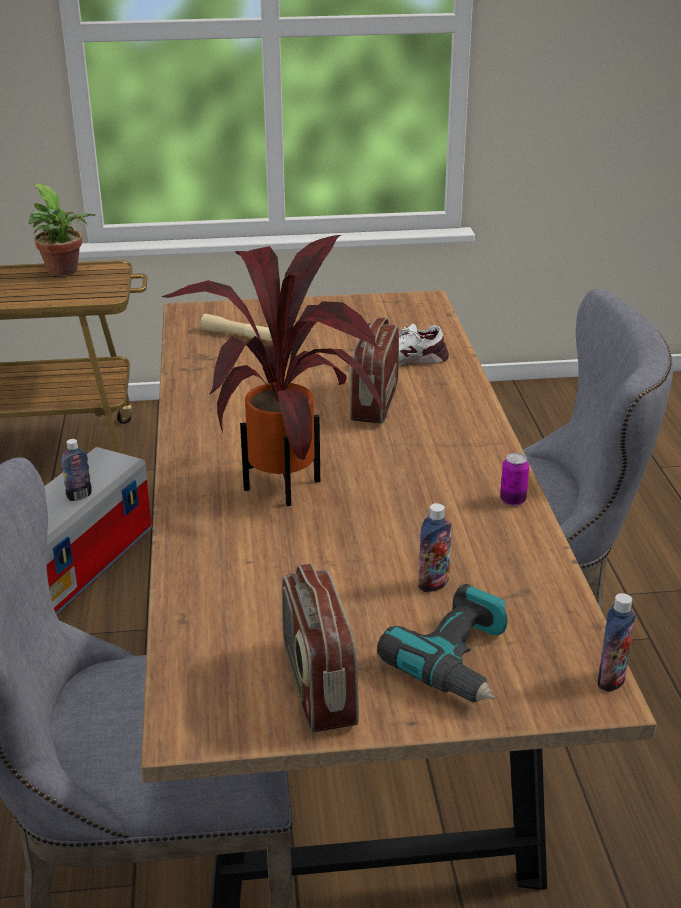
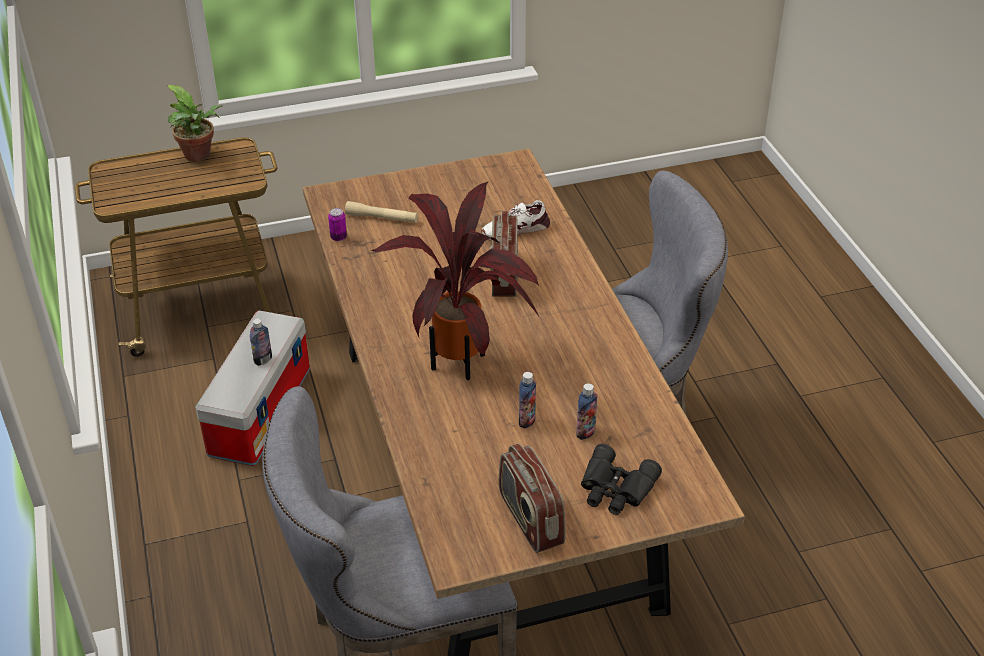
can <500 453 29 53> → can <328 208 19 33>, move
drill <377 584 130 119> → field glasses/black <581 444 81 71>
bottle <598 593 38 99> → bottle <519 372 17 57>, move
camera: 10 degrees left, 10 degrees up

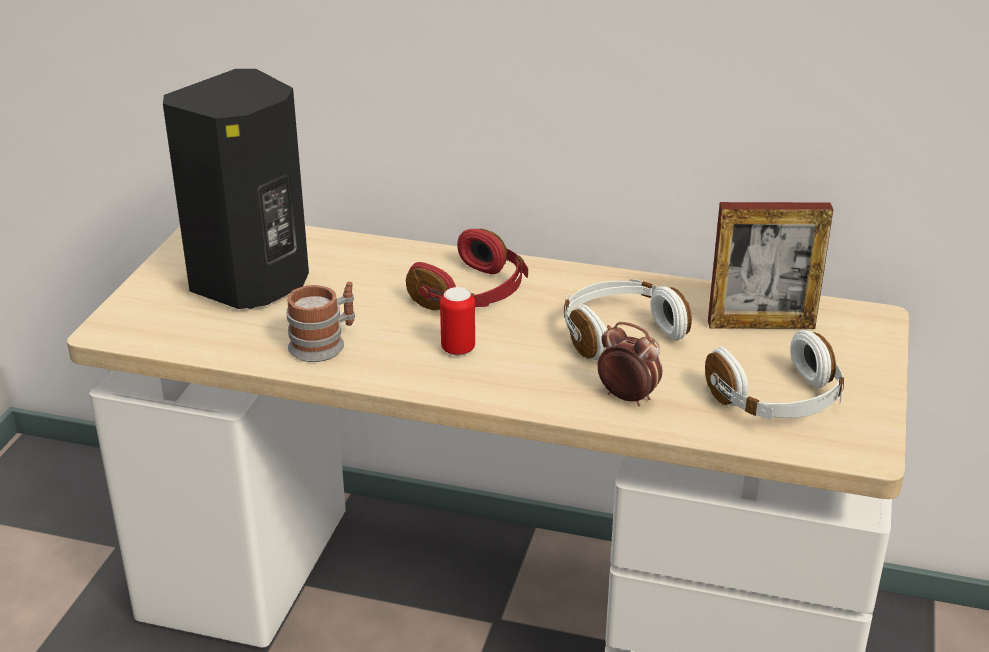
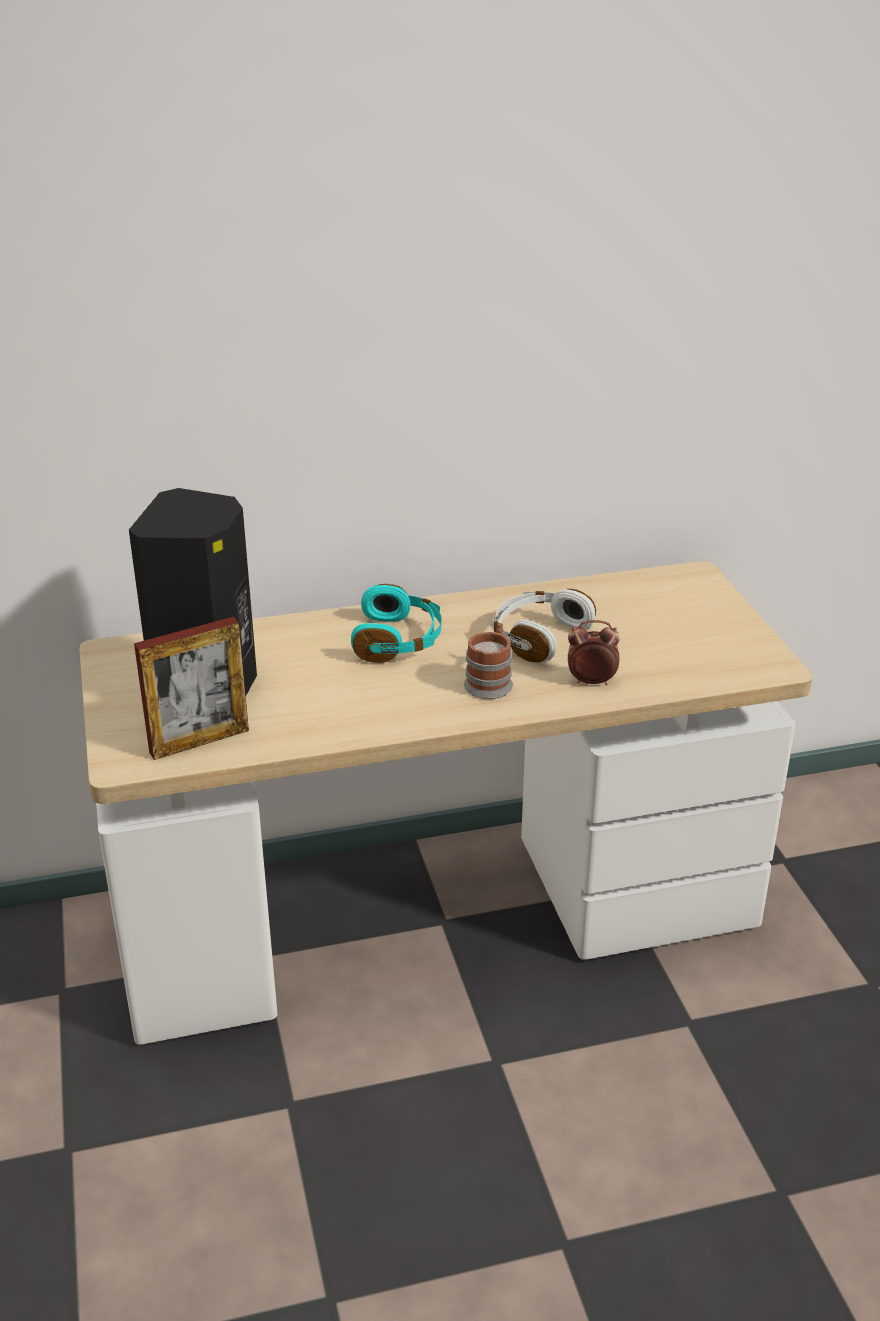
photo frame <708 202 125 127> → photo frame <134 617 115 143>, move
pair of headphones/reddish <406 229 122 82> → pair of headphones/turquoise <351 584 91 79>
tea mug <286 282 69 80> → tea mug <464 623 49 76>, move
can <440 287 35 69> → -
pair of headphones/white-coloured <705 330 139 89> → -
camera: 30 degrees left, 0 degrees up

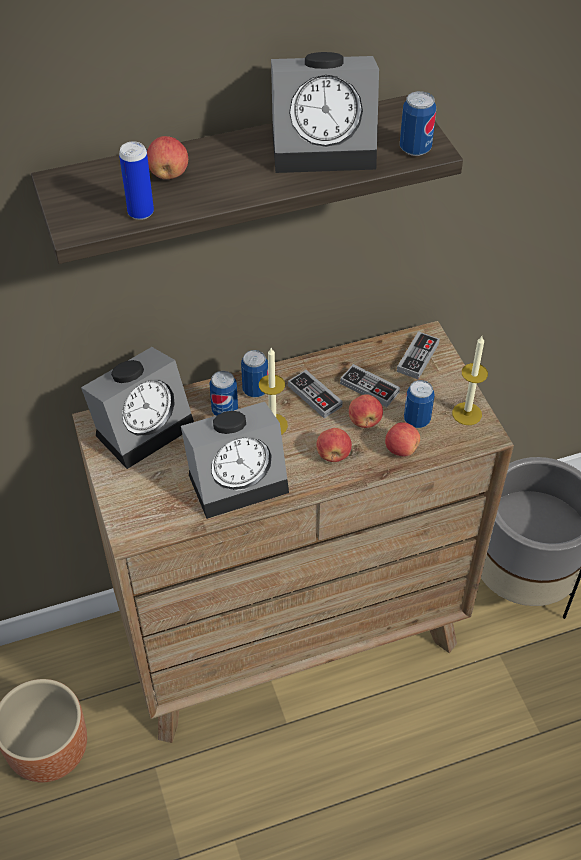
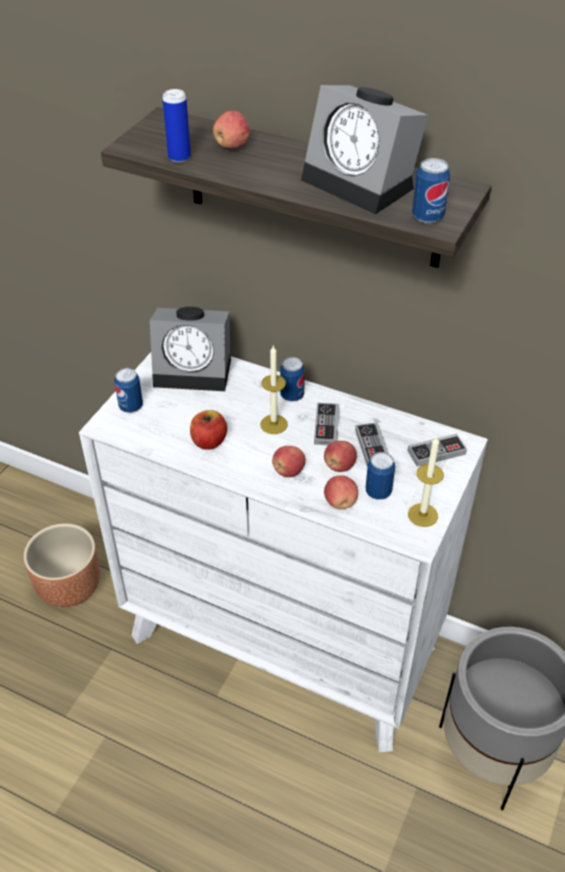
chest of drawers/brown-coloured <72 321 442 422> → chest of drawers/white-coloured <79 352 409 400>
can <209 371 29 45> → can <114 368 29 45>, move
bedside clock <181 402 108 117> → apple fruit <190 410 37 40>
camera: 45 degrees right, 5 degrees down

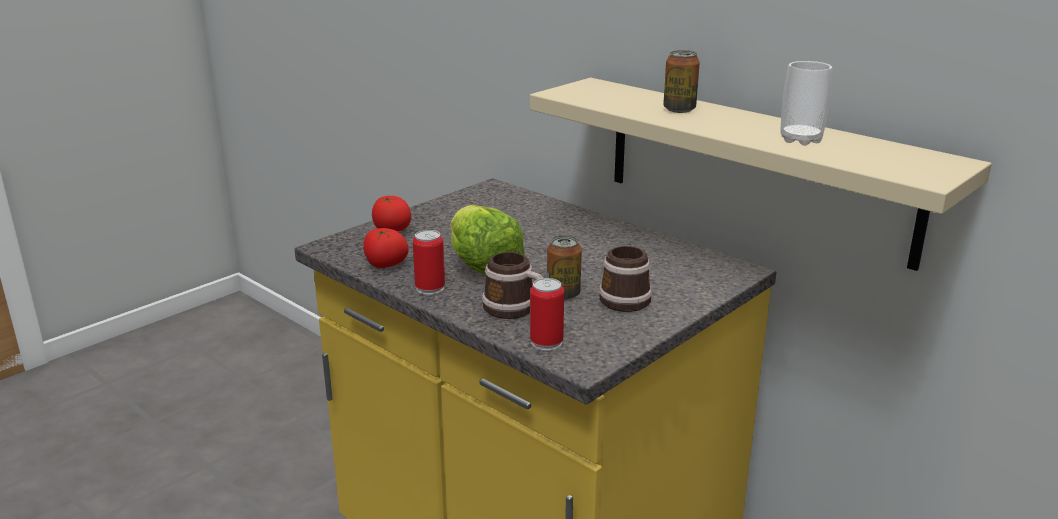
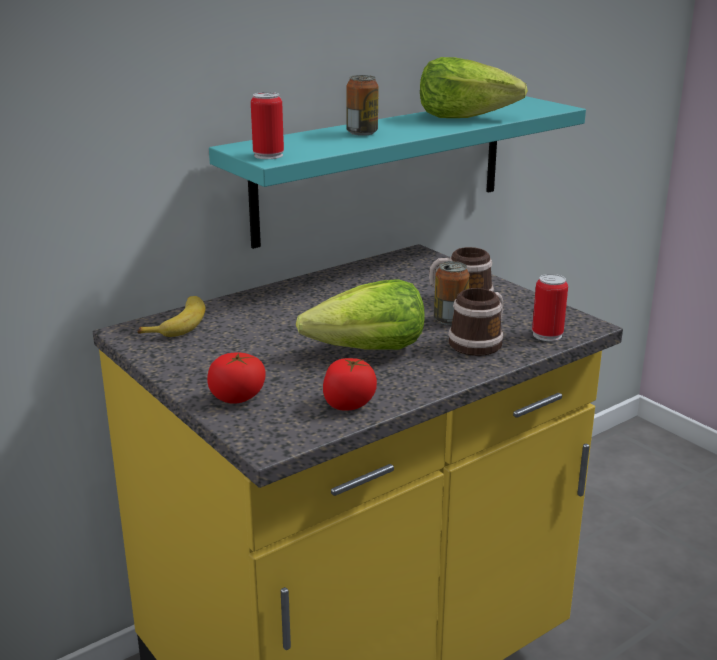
cup <780 61 52 85> → lettuce <420 57 108 61>
shelf/beige-coloured <530 78 462 193> → shelf/turquoise <209 96 377 153>
can <413 230 32 65> → can <251 92 33 67>, move
- → banana fruit <138 296 67 41>
camera: 80 degrees left, 0 degrees up

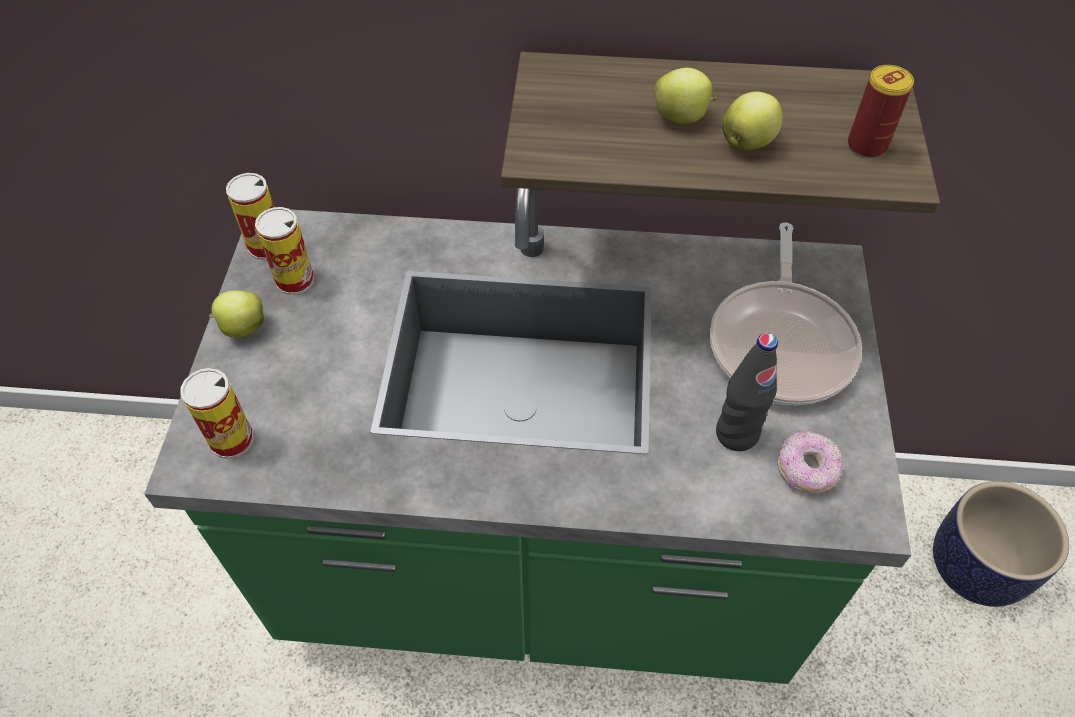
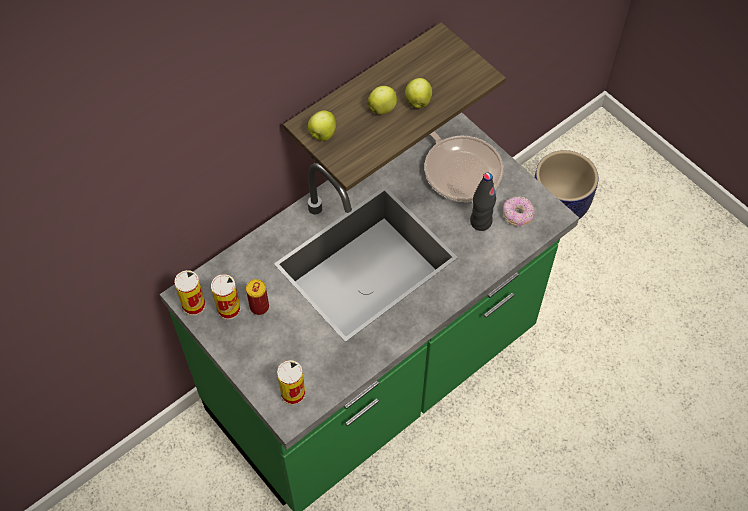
can <848 65 66 93> → can <246 279 23 36>, move
apple fruit <209 290 55 48> → apple fruit <308 110 28 31>, move
camera: 45 degrees left, 5 degrees up

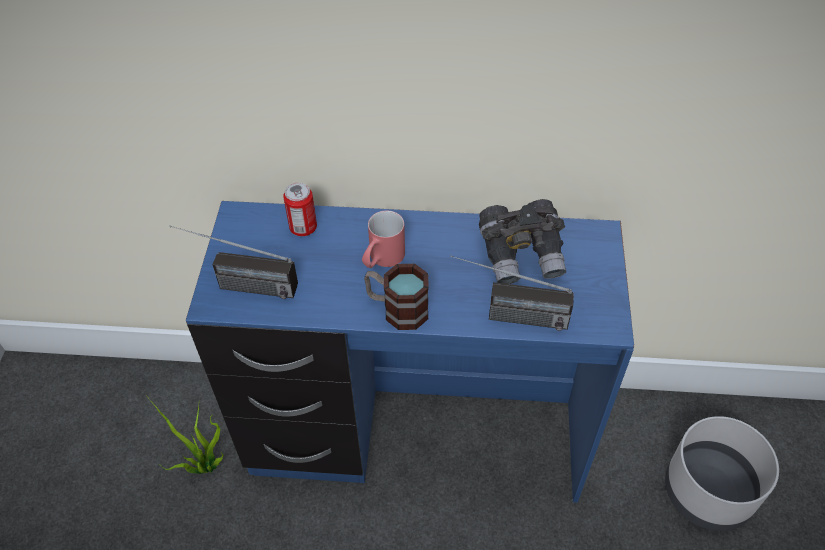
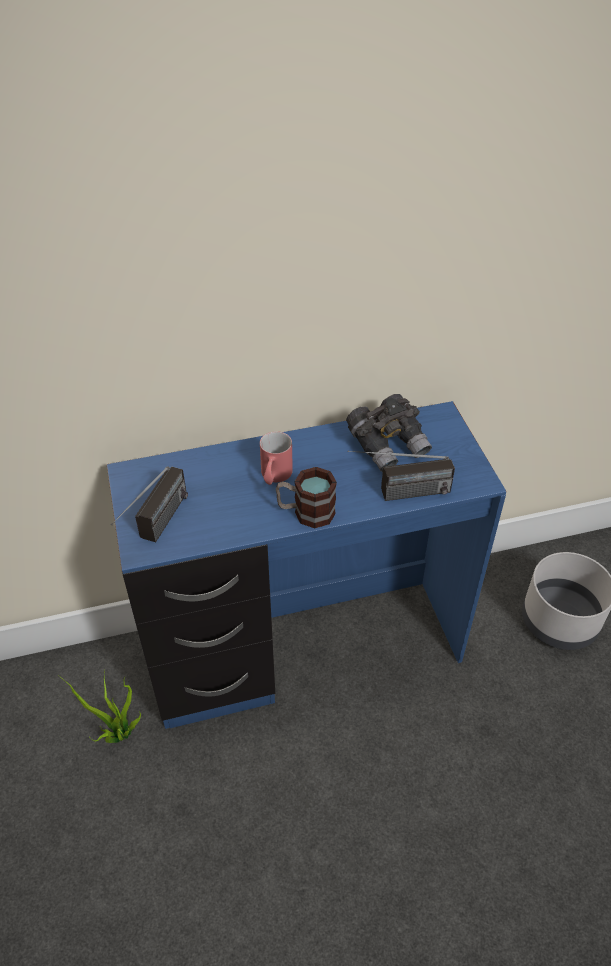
can <283 183 34 53> → -
radio receiver <169 225 129 74> → radio receiver <111 466 77 76>, 60 degrees counterclockwise
camera: 20 degrees left, 5 degrees down

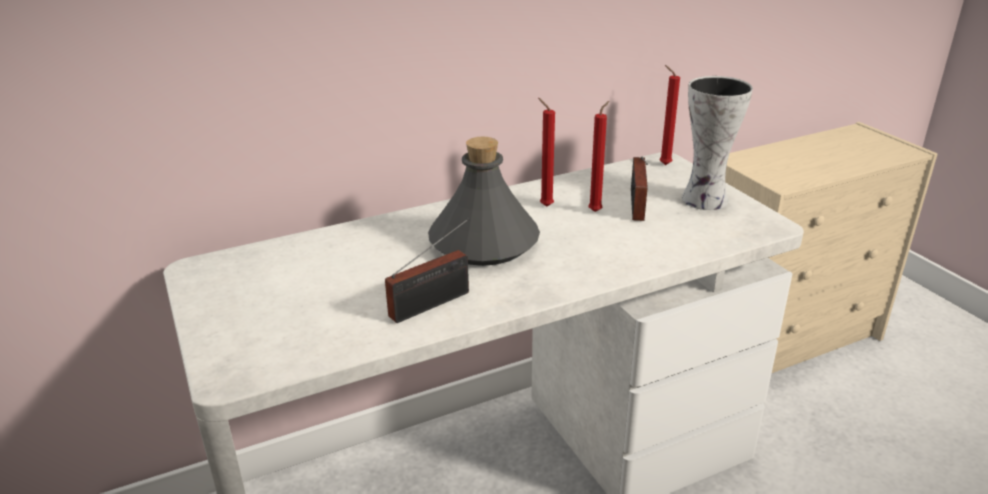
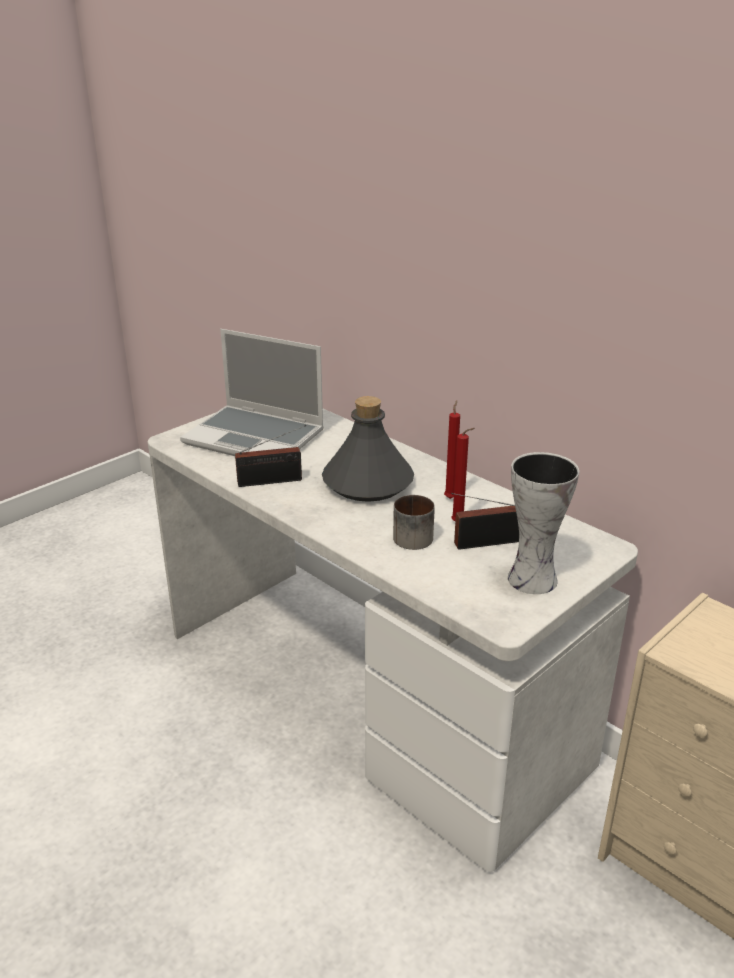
candle/reddish <660 65 20 100> → -
radio receiver <385 218 85 105> → radio receiver <235 425 71 62>, 45 degrees counterclockwise
- → laptop <180 329 144 127>
- → tea mug <393 495 42 55>
camera: 70 degrees right, 0 degrees up

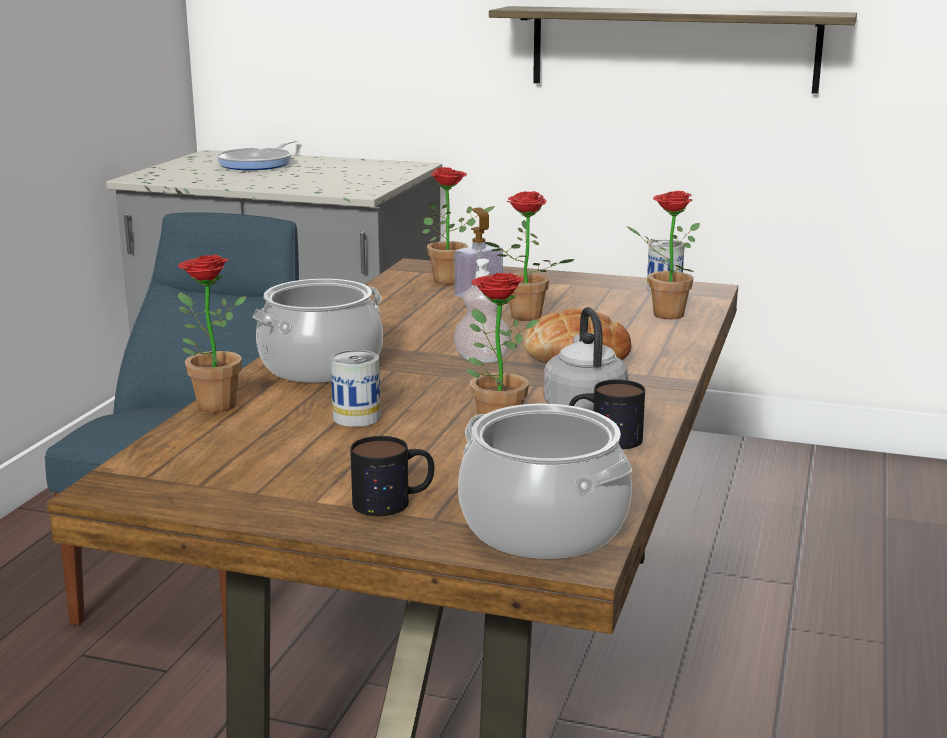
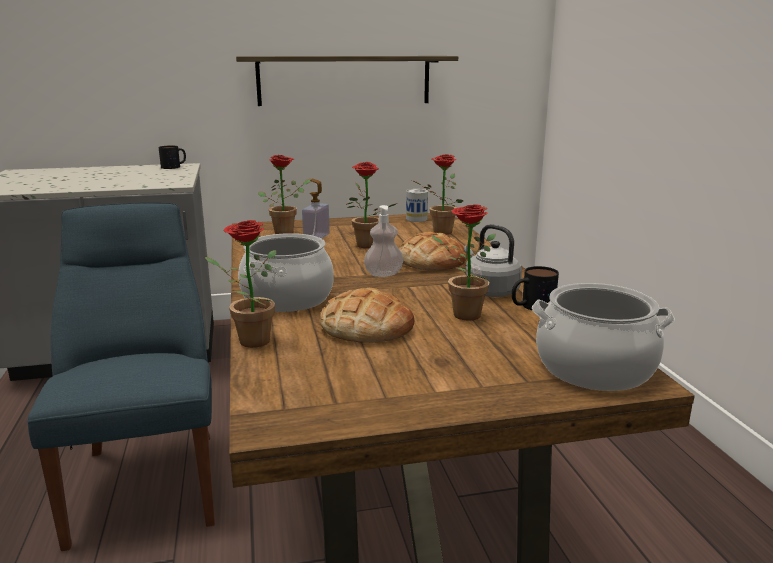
pan <216 140 81 30> → -
can <331 350 50 77> → bakery bread <320 288 94 55>
tea mug <350 436 84 80> → tea mug <158 146 28 23>, move
camera: 30 degrees left, 0 degrees up

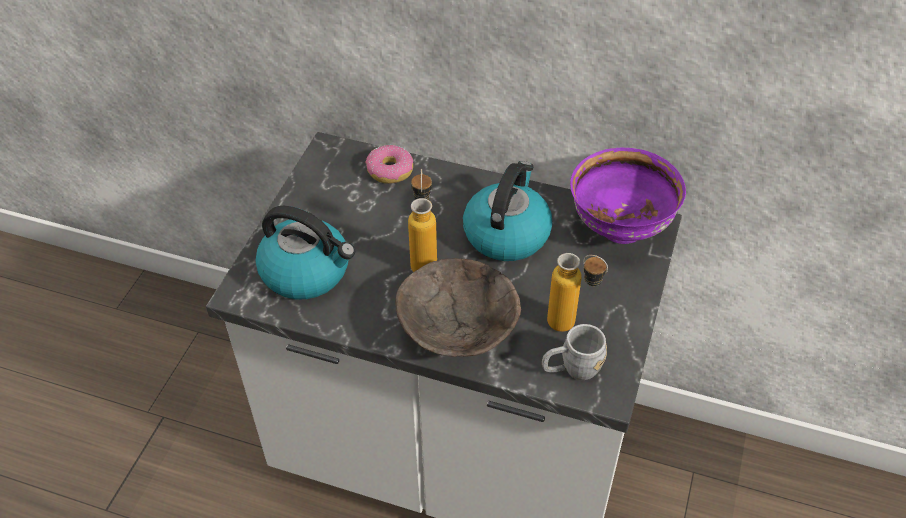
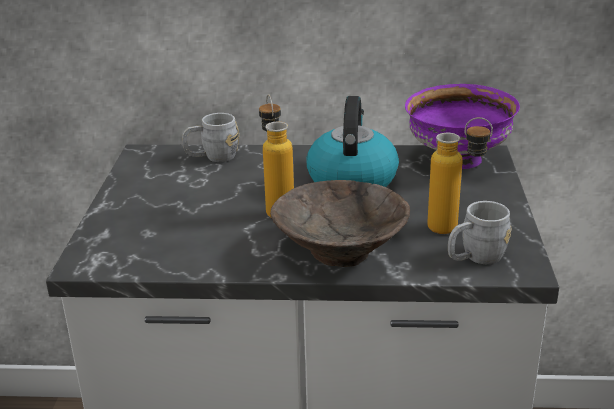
doughnut <366 145 47 39> → tea mug/grey <182 113 57 49>
tea kettle <255 206 100 93> → -
camera: 15 degrees left, 20 degrees down

